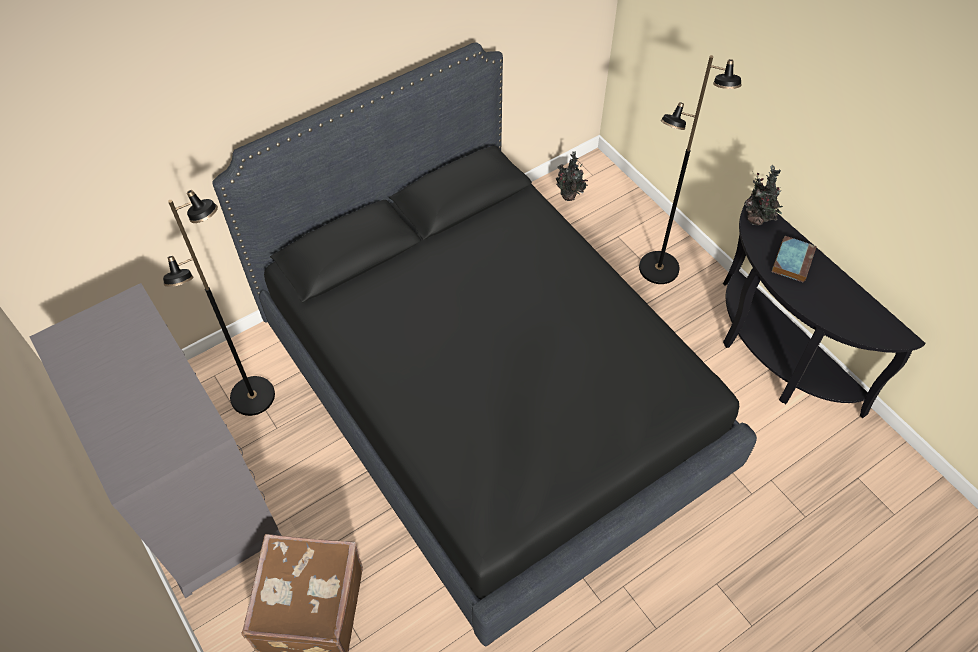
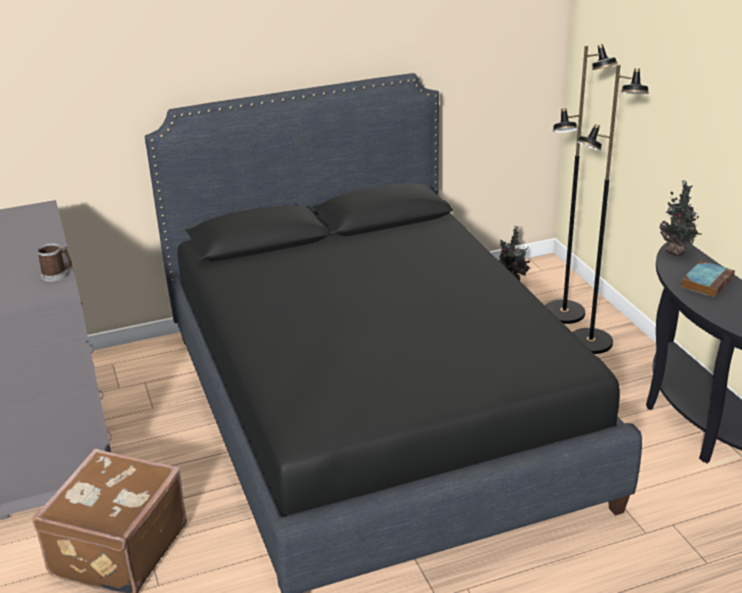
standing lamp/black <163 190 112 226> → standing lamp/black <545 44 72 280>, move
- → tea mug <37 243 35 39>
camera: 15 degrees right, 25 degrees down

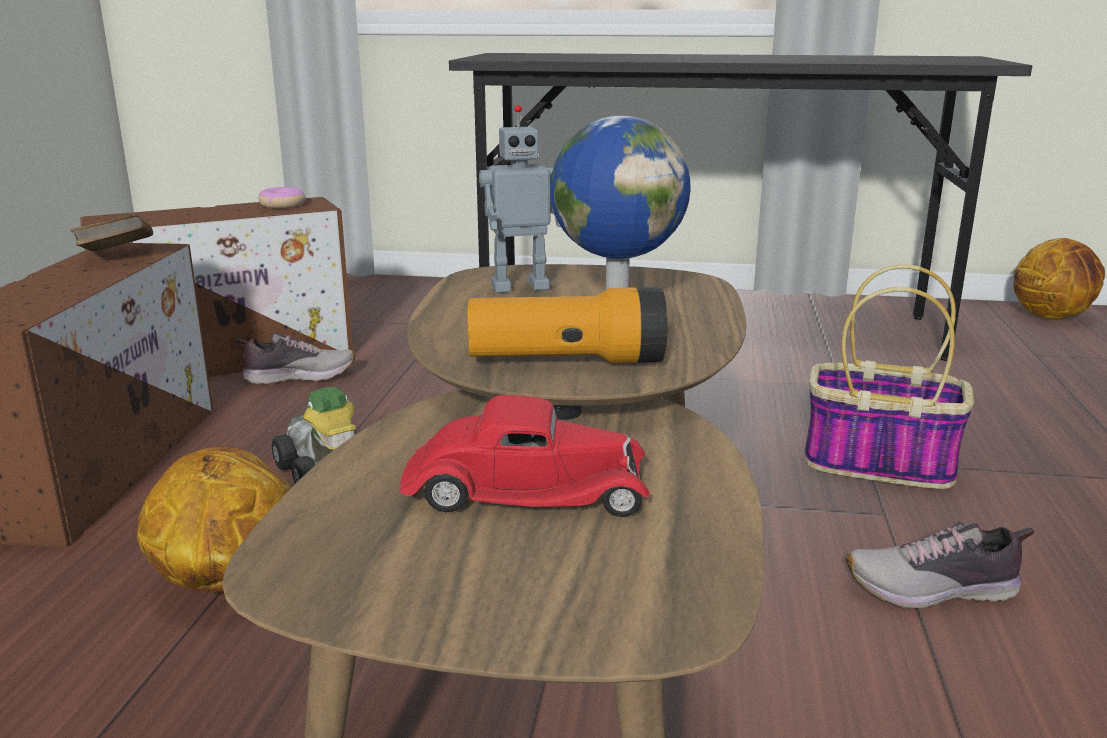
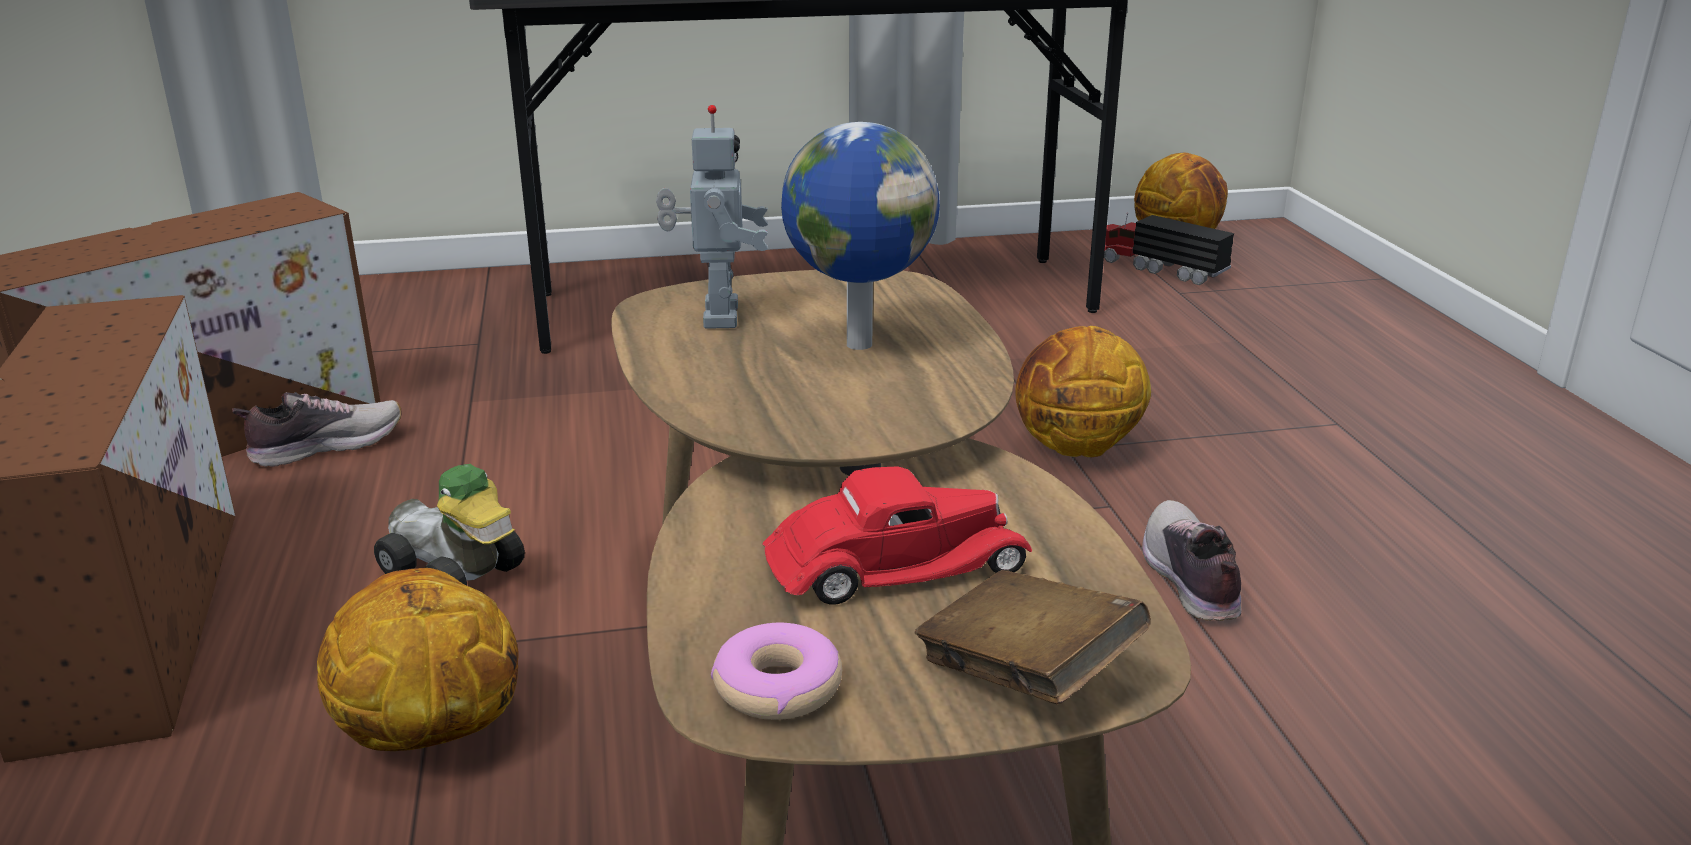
model robot <479 105 82 188> → model robot <656 105 112 224>, 60 degrees counterclockwise
doughnut <258 187 48 21> → doughnut <711 623 131 97>, move
bound book/brown-coloured <70 215 83 36> → bound book/brown-coloured <915 570 236 135>, move
household basket <805 264 169 225> → basketball <1015 326 136 131>
flashlight <467 287 200 76> → -
low shoe <846 522 188 87> → low shoe <1142 500 99 121>, 105 degrees clockwise
- → toy truck <1104 213 130 72>
camera: 20 degrees left, 5 degrees up

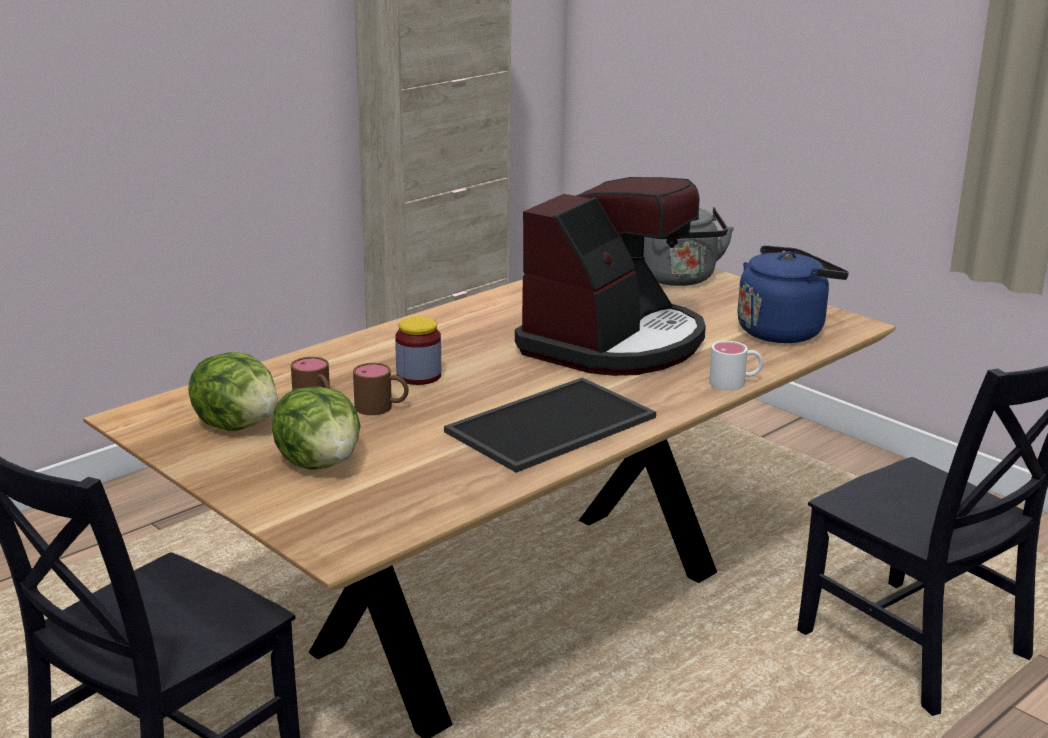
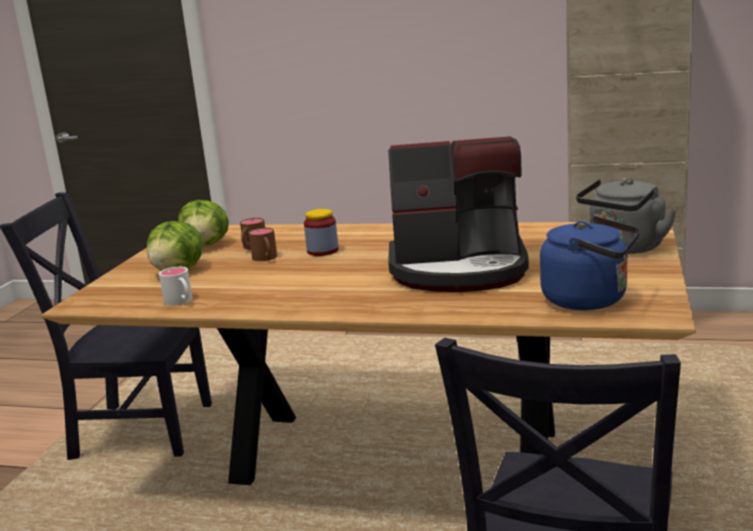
tea mug/white-coloured <709 341 54 50> → tea mug/white-coloured <159 267 34 38>, move
carrying tray <444 377 212 96> → -
camera: 60 degrees right, 5 degrees down

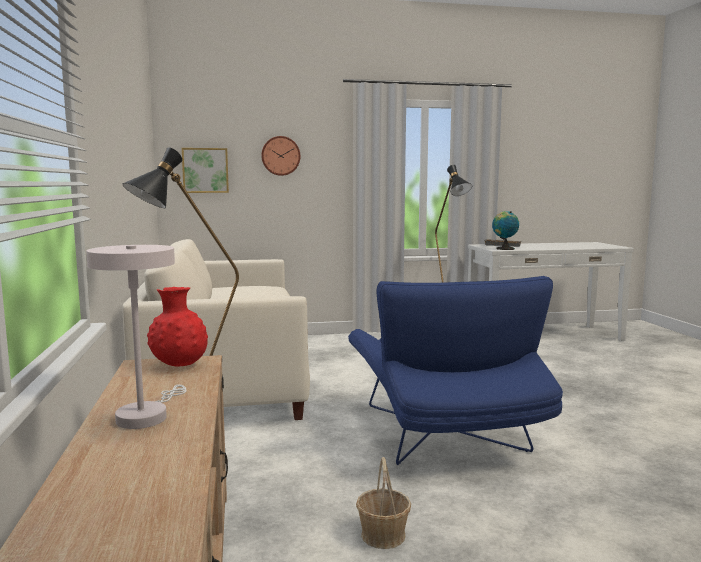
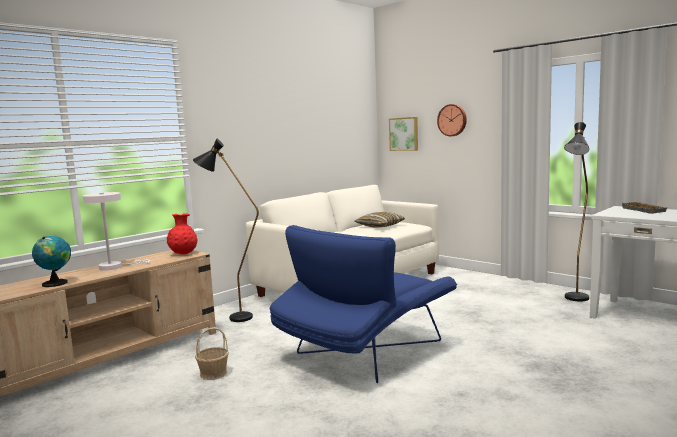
world globe <492 211 27 39> → world globe <32 235 39 52>, move
- → cushion <355 212 50 16>
camera: 55 degrees right, 0 degrees up

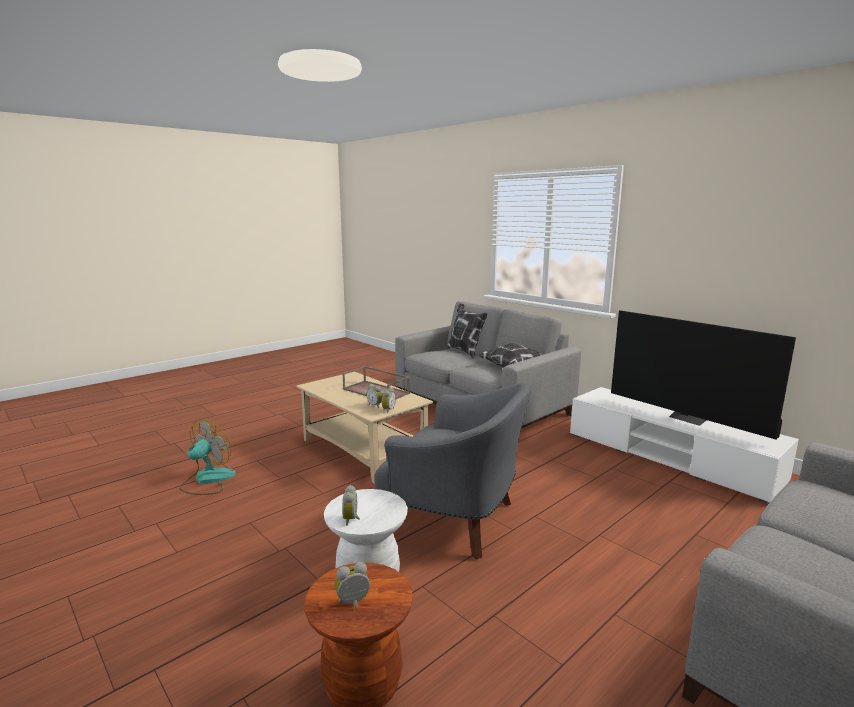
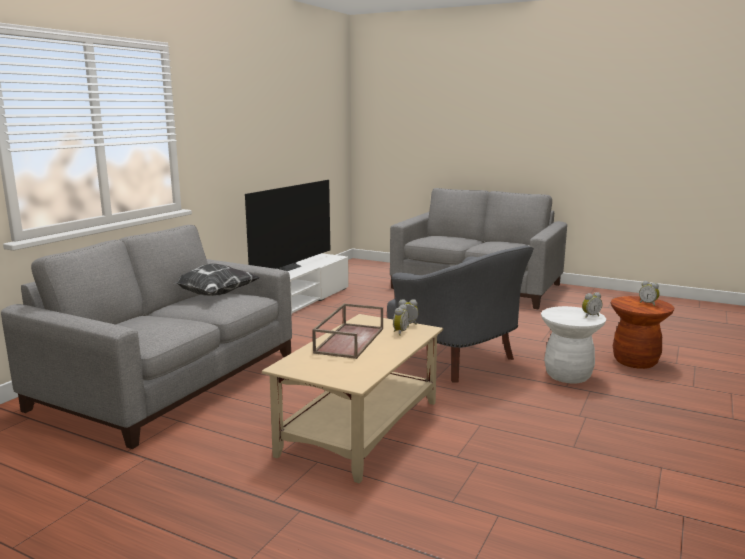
cushion <447 303 40 55> → -
easy chair/grey <375 383 157 177> → easy chair/grey <387 246 147 137>, 135 degrees clockwise
electric fan <179 420 57 75> → -
camera: 110 degrees left, 0 degrees up

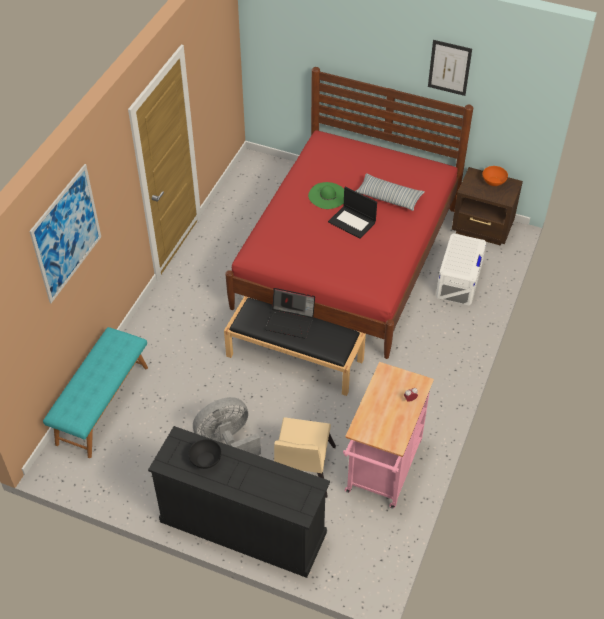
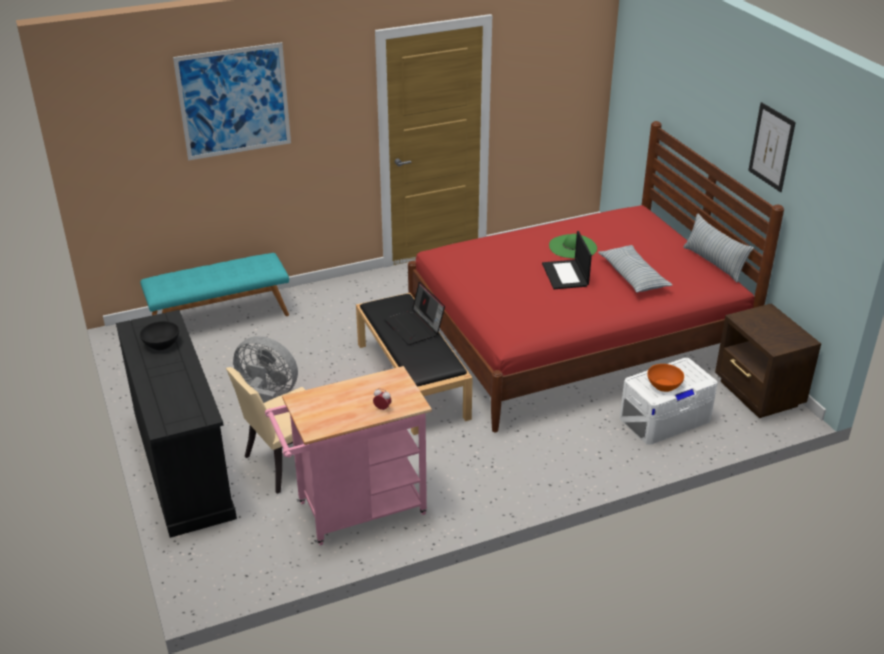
bowl/orangey <483 166 25 20> → bowl/orangey <647 364 37 28>, move
- → cushion <683 214 71 69>
camera: 45 degrees right, 15 degrees down

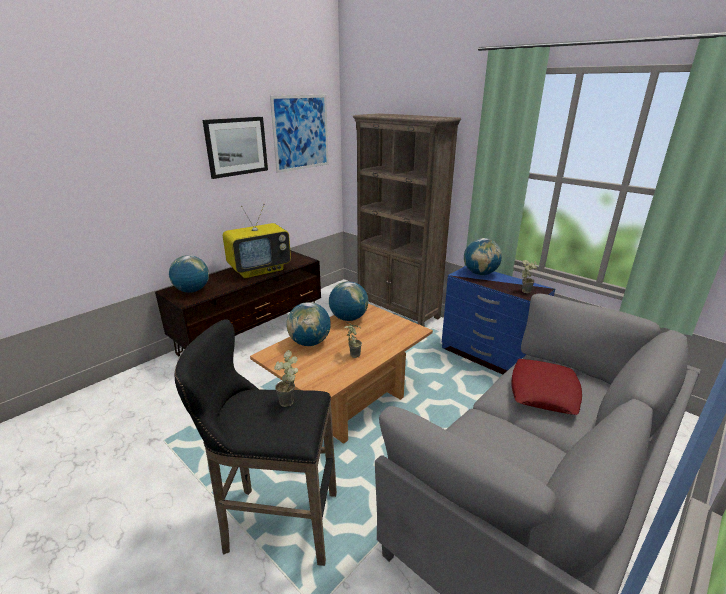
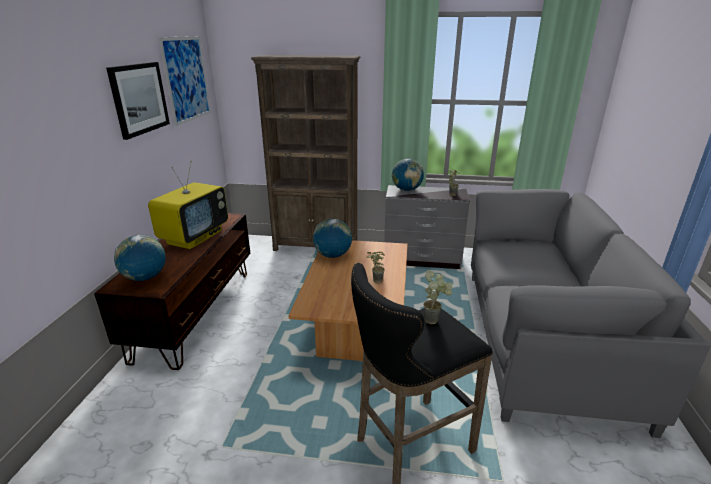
chest of drawers/blue <442 266 113 109> → chest of drawers/grey <384 185 86 84>
world globe <286 302 45 44> → -
cushion/reddish <511 359 71 56> → -
camera: 35 degrees left, 0 degrees up

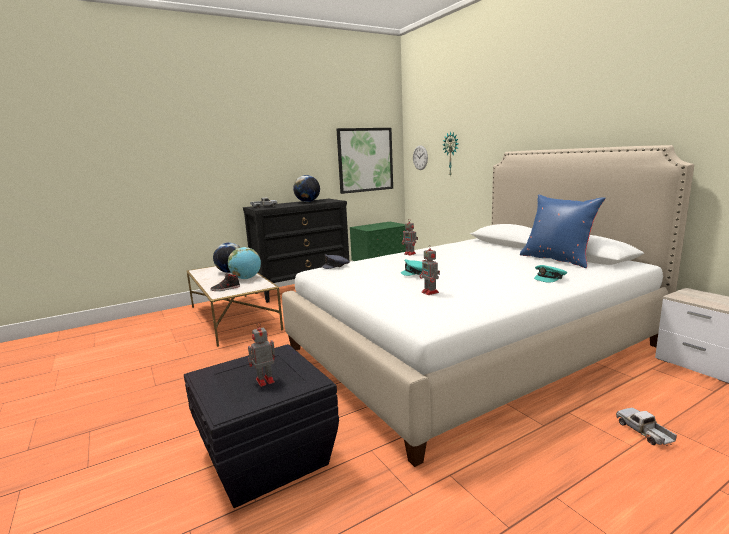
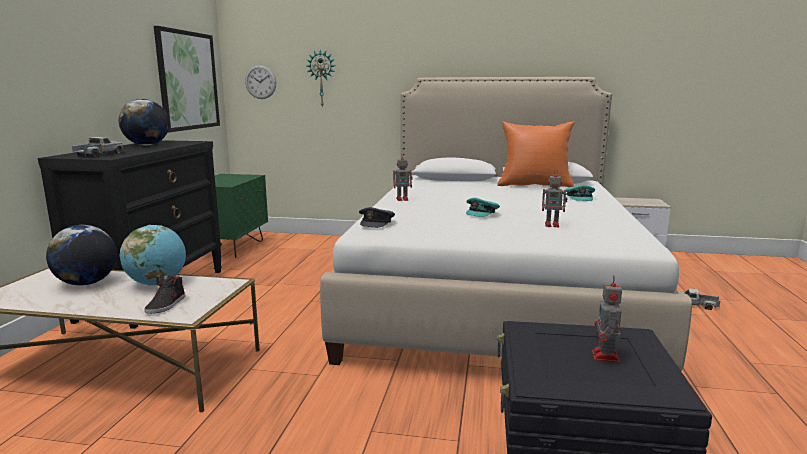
cushion/blue <520 194 86 74> → cushion/orangey <497 122 78 65>
camera: 50 degrees left, 0 degrees up

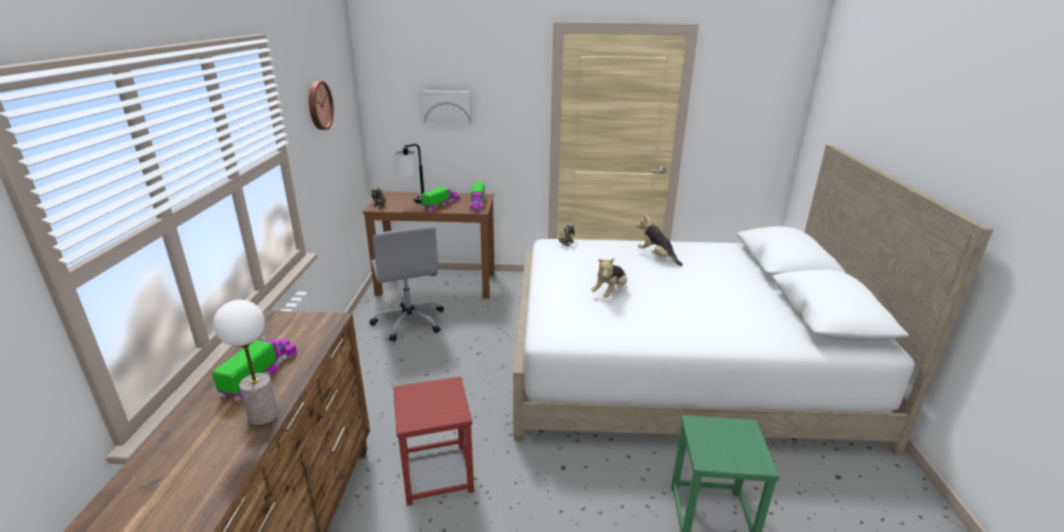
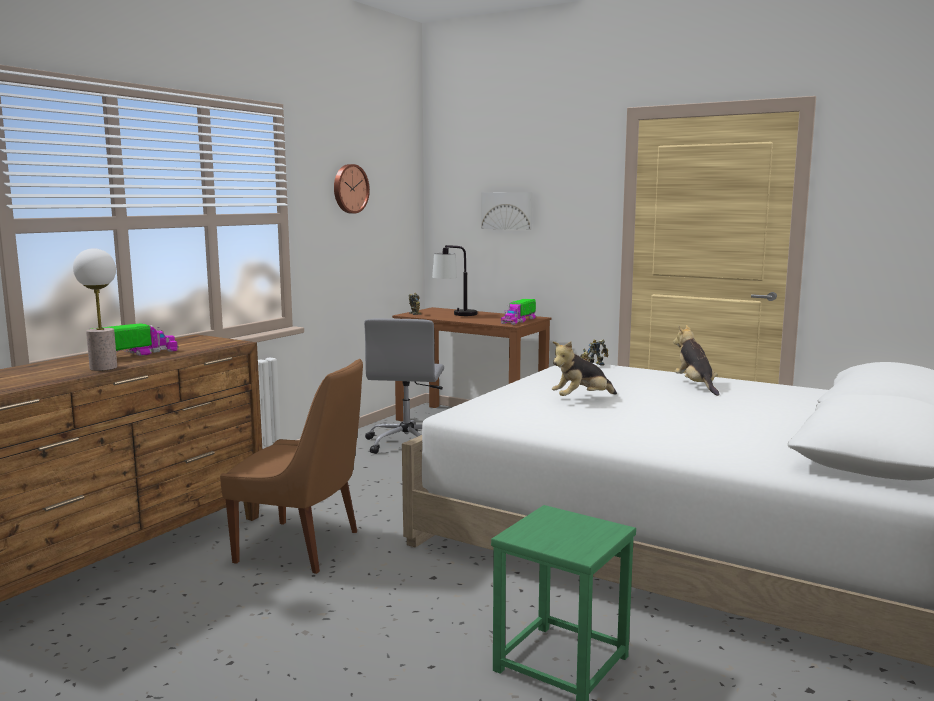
toy truck <421 187 39 24> → -
stool/reddish <393 376 81 130> → chair/brown-coloured <220 359 143 215>
camera: 30 degrees right, 15 degrees down

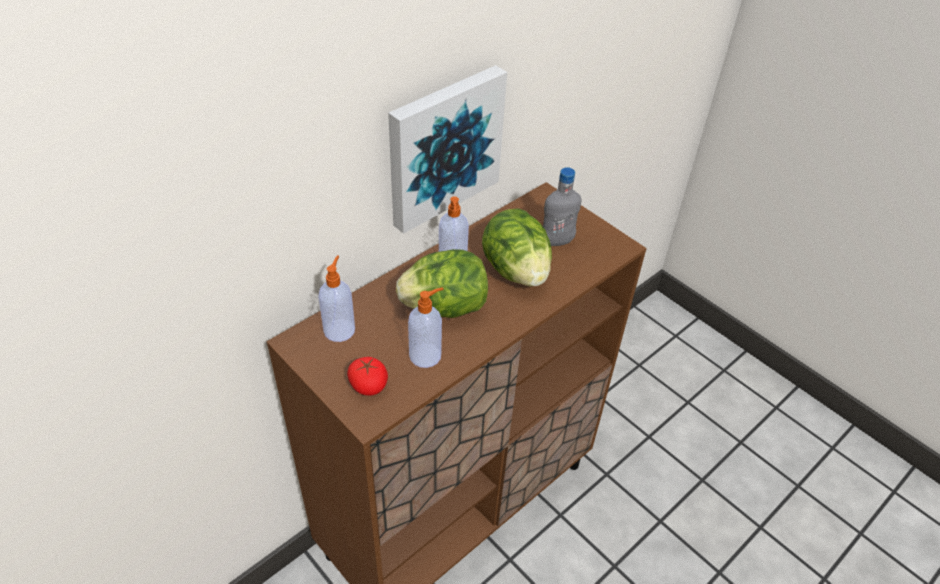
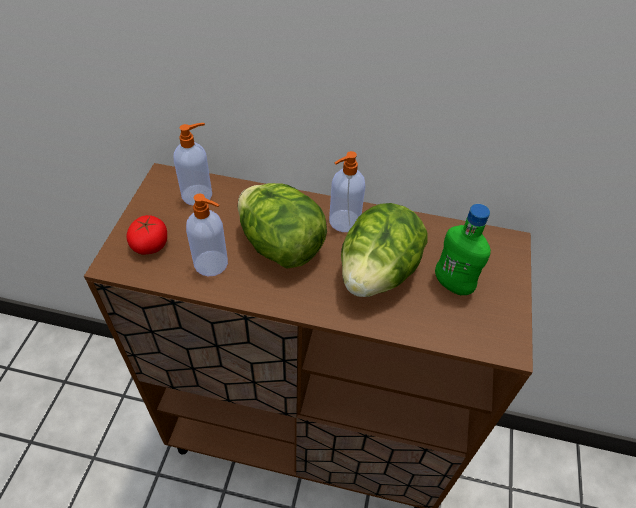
wall picture <388 65 119 169> → -
bottle/grey <543 167 38 79> → bottle/green <435 204 56 91>
camera: 55 degrees right, 5 degrees up

